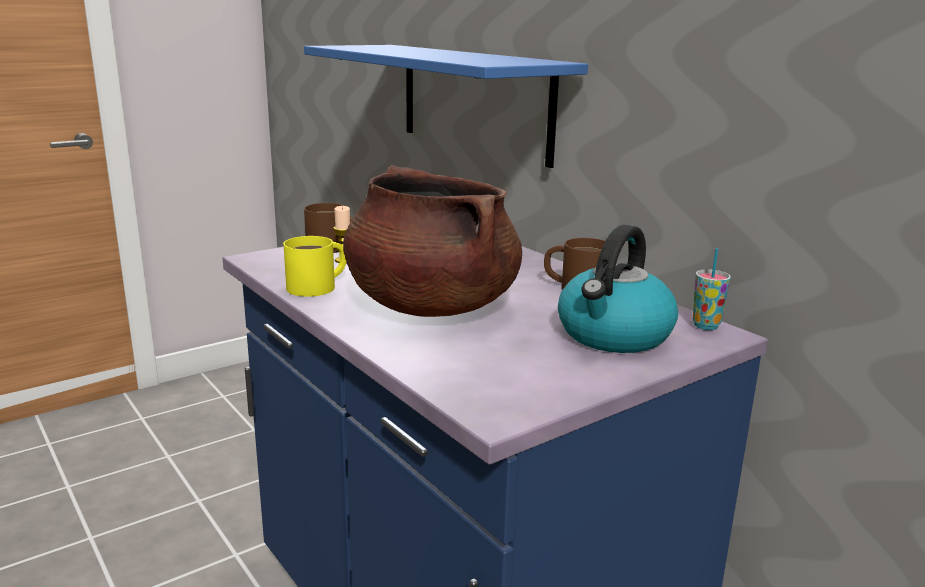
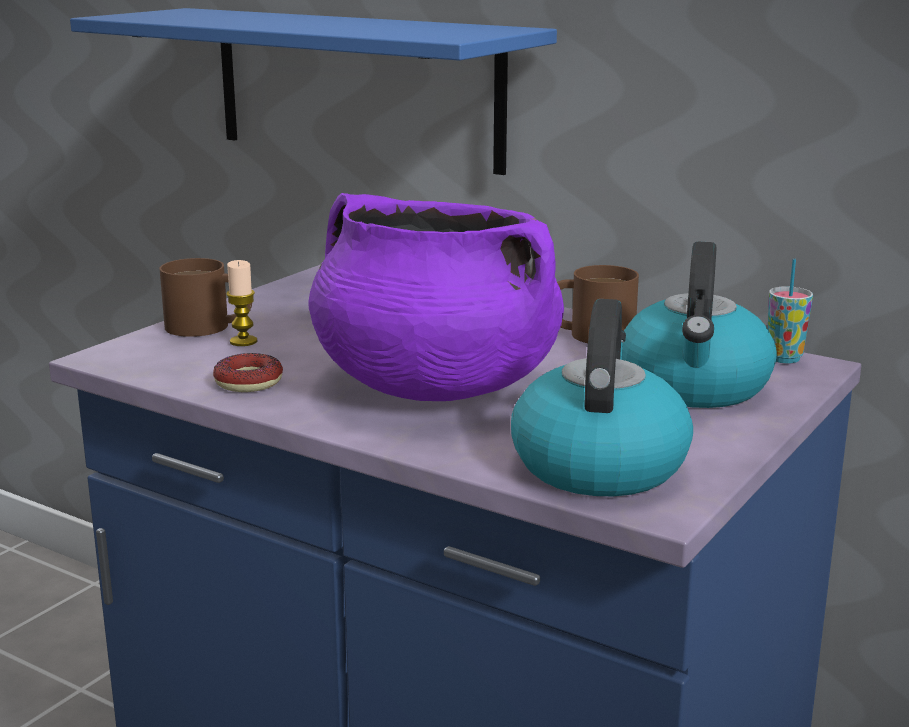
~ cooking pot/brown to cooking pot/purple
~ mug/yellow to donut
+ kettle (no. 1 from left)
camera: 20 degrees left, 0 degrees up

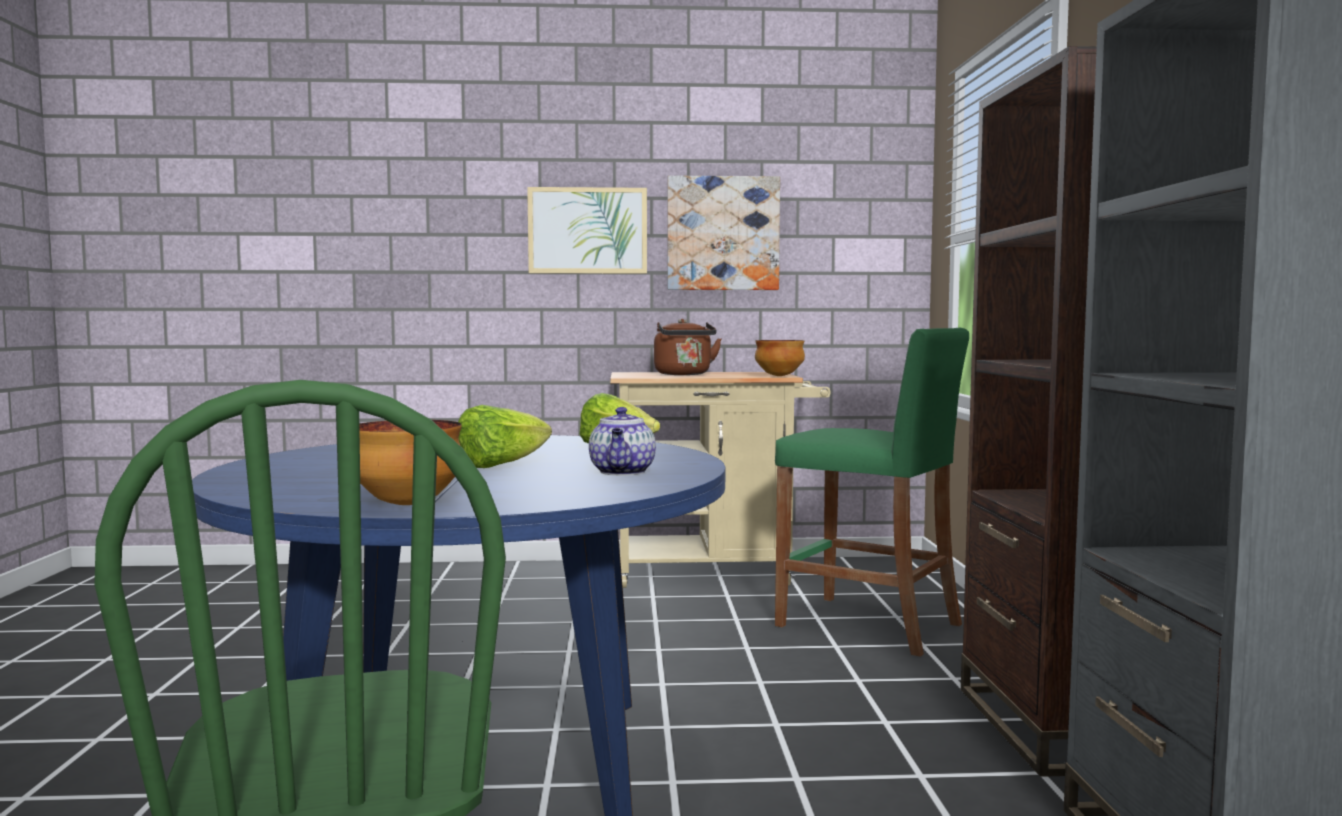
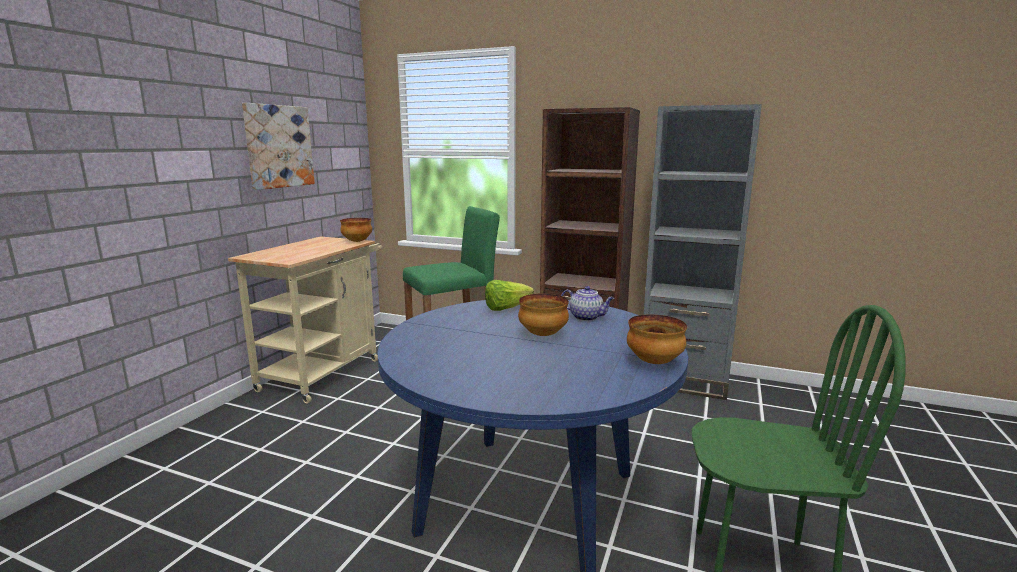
- picture (no. 1 from left)
- kettle/brown
~ lettuce (no. 1 from left) to bowl (no. 2 from left)
camera: 65 degrees left, 10 degrees up

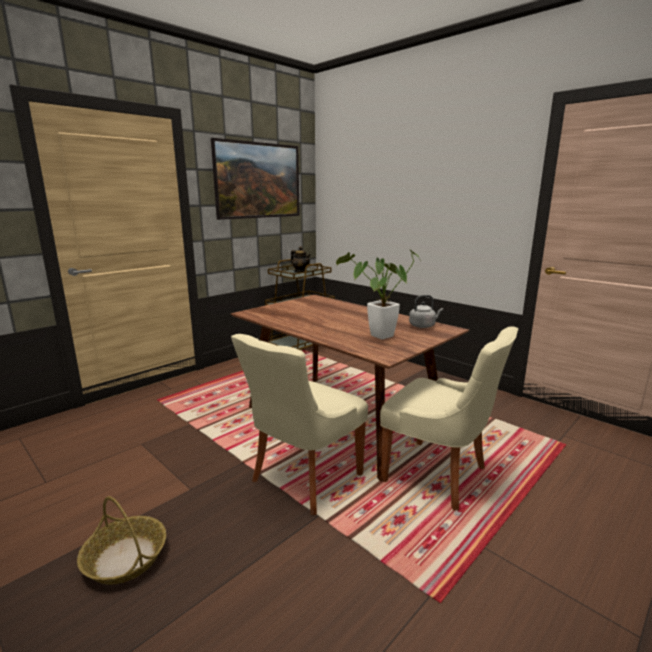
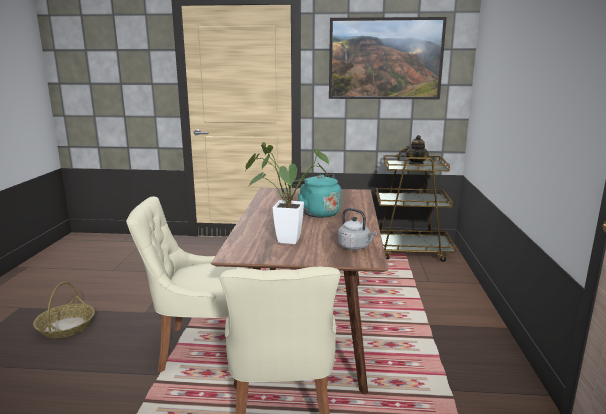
+ kettle/turquoise
camera: 50 degrees right, 0 degrees up

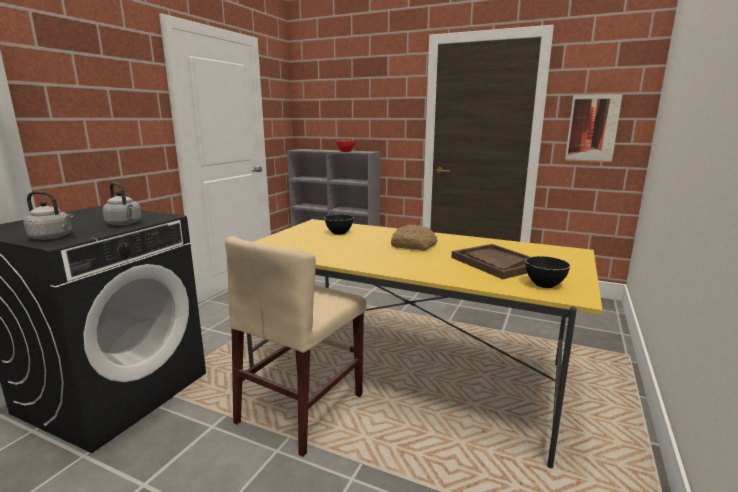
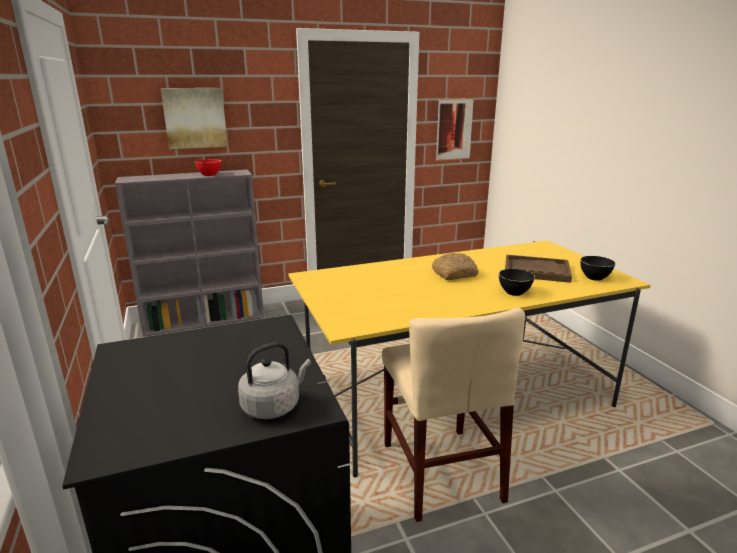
- kettle/grey (no. 2 from left)
~ bowl/black (no. 1 from left)
+ picture (no. 1 from left)
camera: 45 degrees left, 5 degrees up

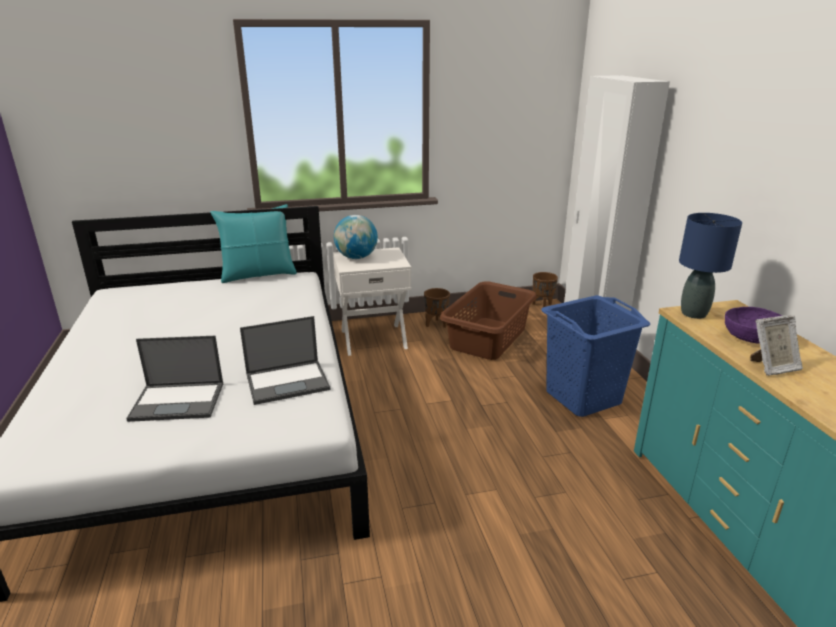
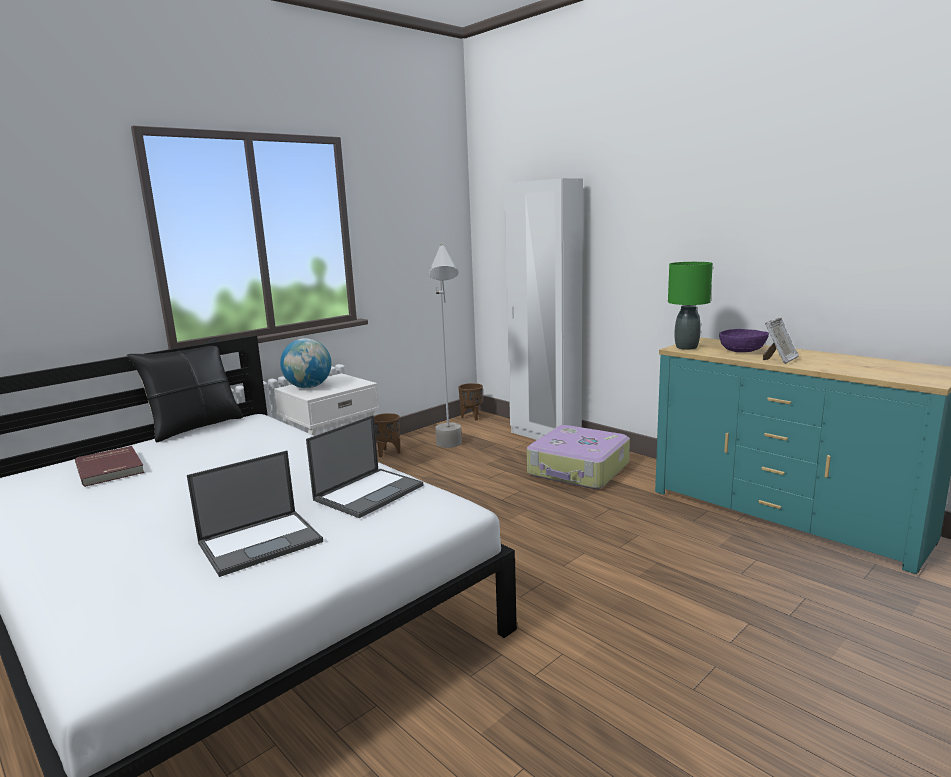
~ pillow/turquoise to pillow/black
~ table lamp/blue to table lamp/green
~ laundry basket/brown to floor lamp/grey
~ laundry basket/blue to suitcase
+ book/red
camera: 30 degrees left, 10 degrees down

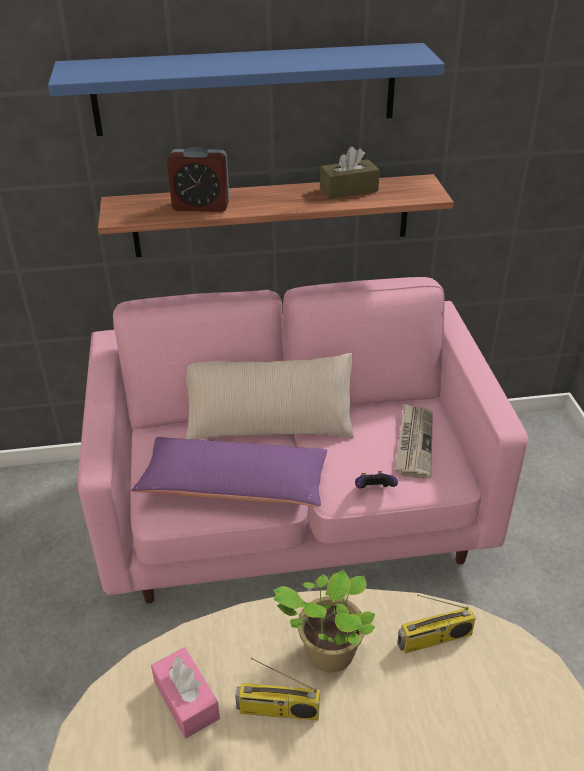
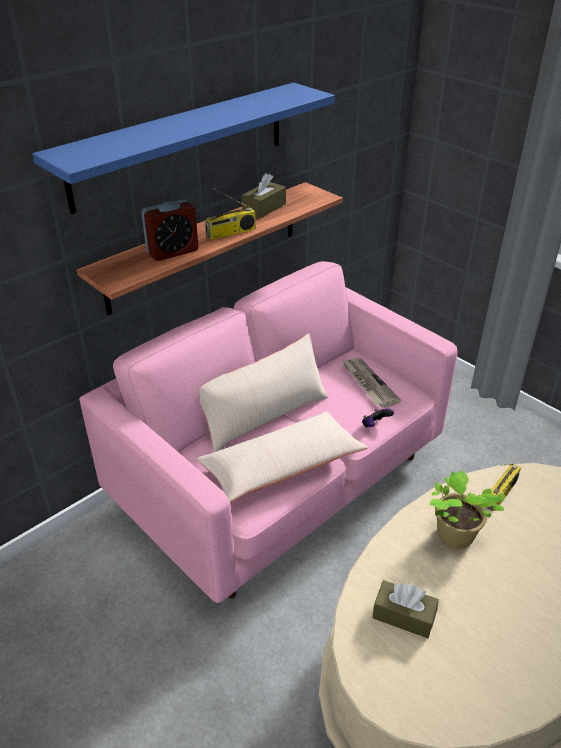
~ pillow/purple to pillow/beige (no. 2 from left)
~ tissue box/pink to tissue box/brown (no. 2 from left)
~ radio (no. 1 from left)
camera: 35 degrees left, 0 degrees up

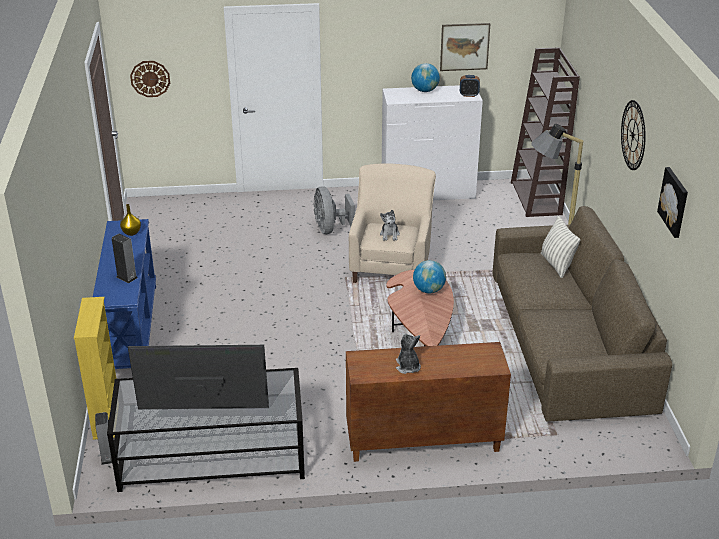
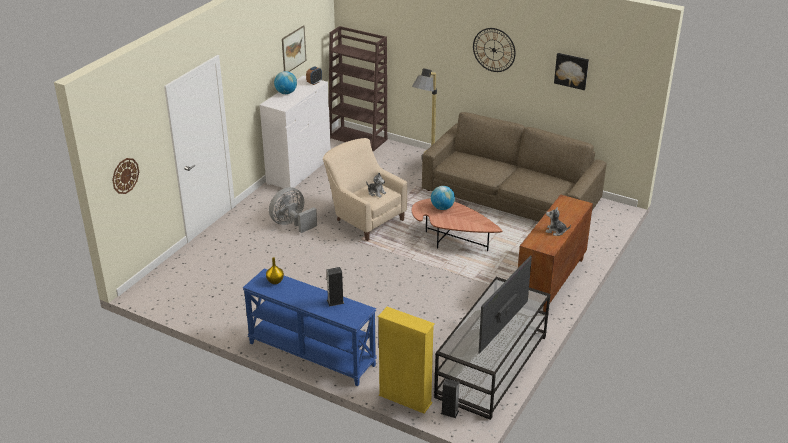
~ fan/grey 120 degrees clockwise
- pillow
camera: 55 degrees left, 0 degrees up

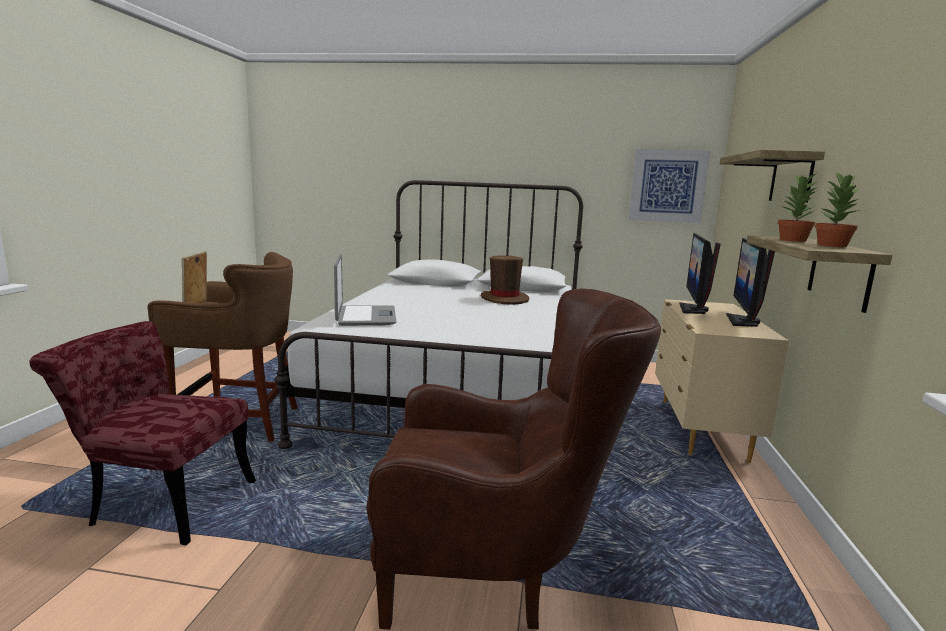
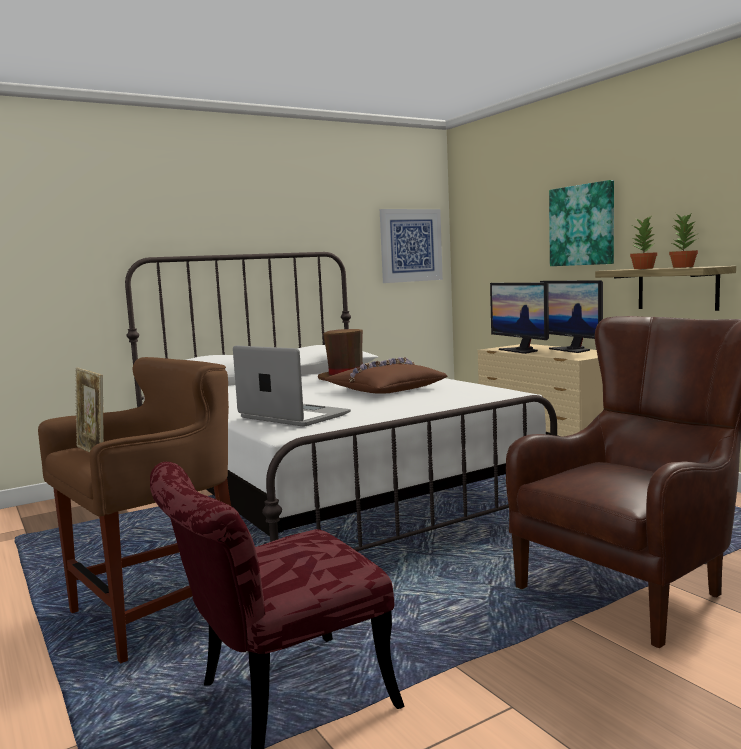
~ shelf (no. 1 from left) to picture (no. 2 from left)
+ pillow/brown
camera: 40 degrees left, 5 degrees down

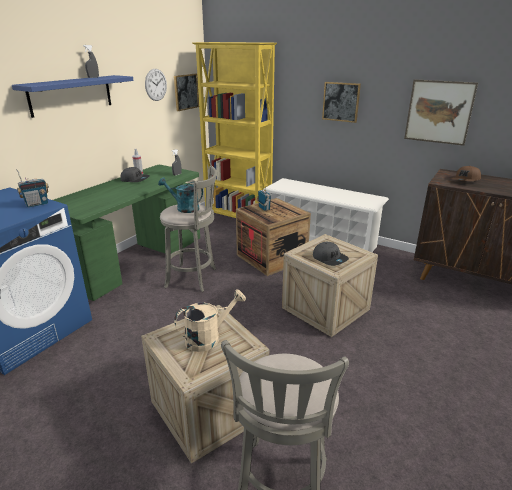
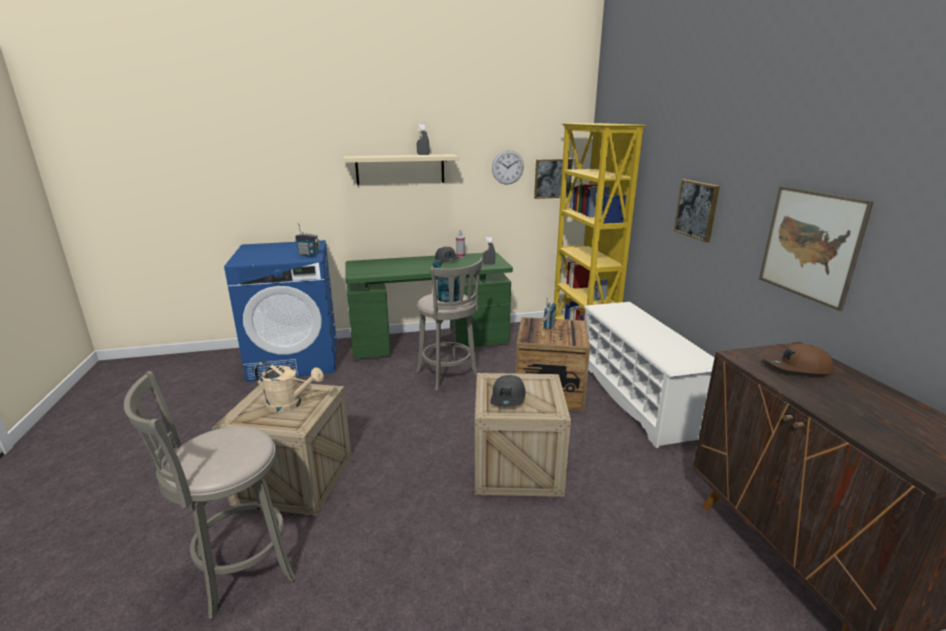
~ shelf/blue to shelf/beige
camera: 45 degrees right, 5 degrees down

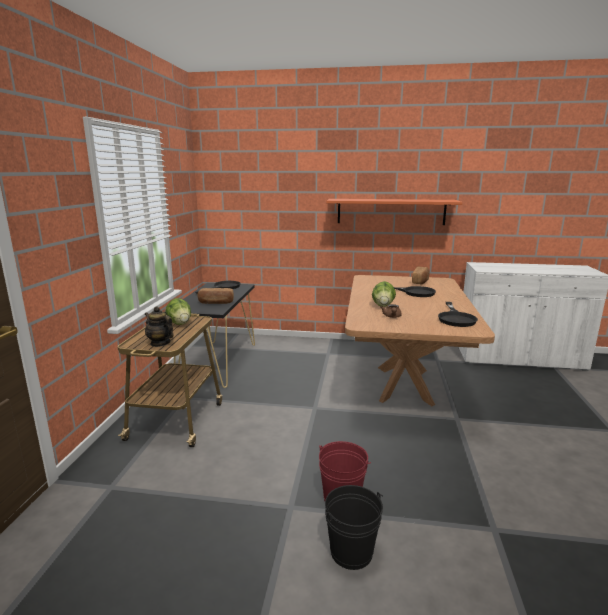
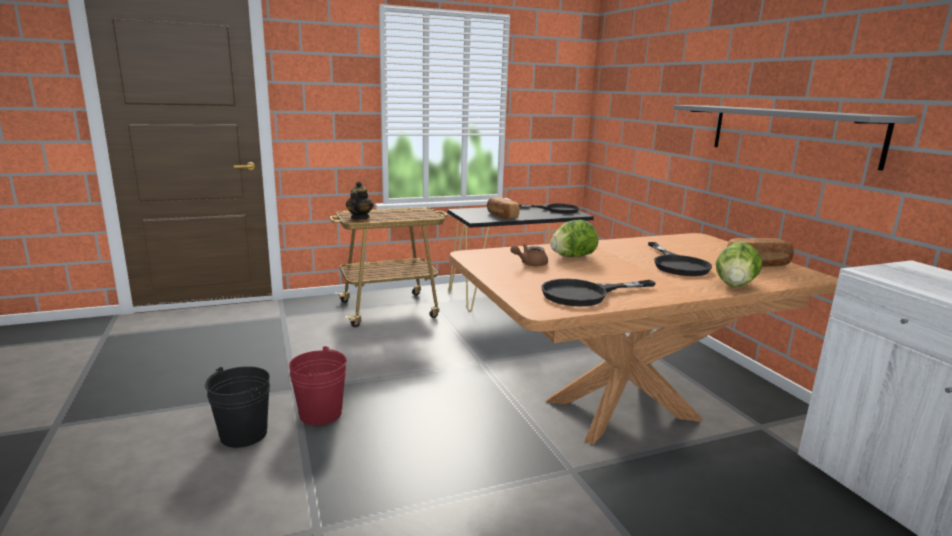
~ shelf/orange to shelf/grey
~ lettuce (no. 1 from left in the first image) to lettuce (no. 2 from left)
camera: 60 degrees right, 0 degrees up

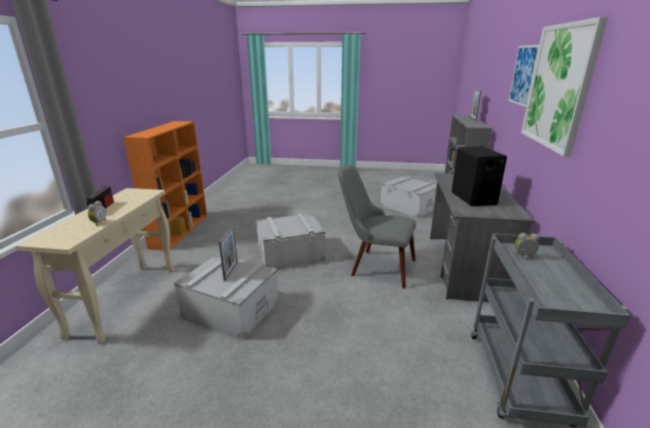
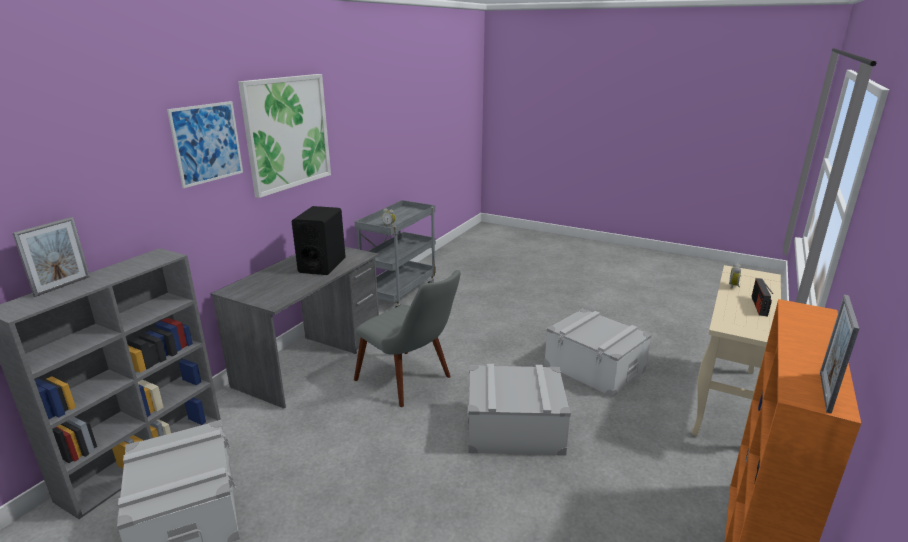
~ picture frame (no. 1 from left in the first image) to picture frame (no. 2 from left)
camera: 160 degrees left, 0 degrees up

